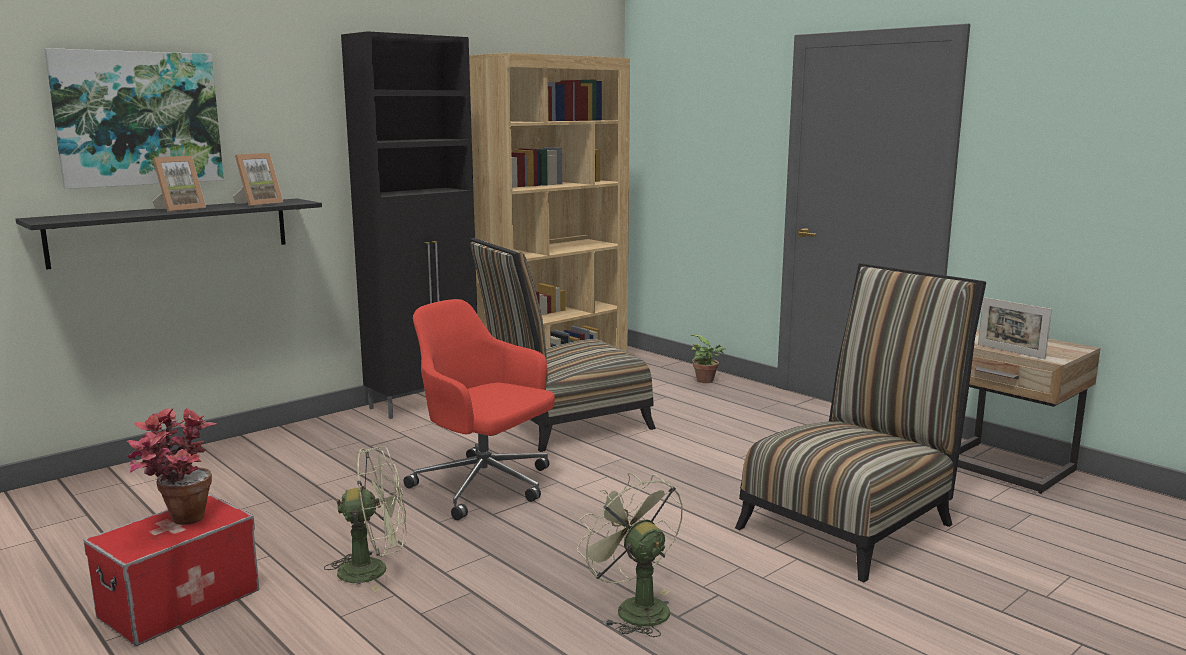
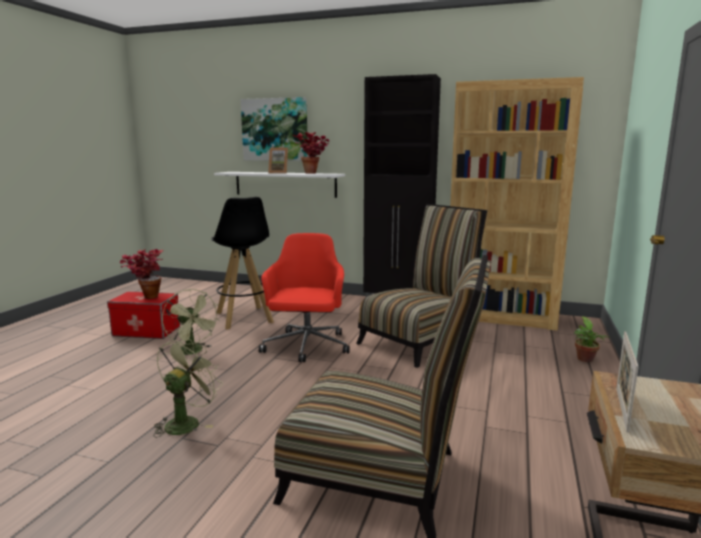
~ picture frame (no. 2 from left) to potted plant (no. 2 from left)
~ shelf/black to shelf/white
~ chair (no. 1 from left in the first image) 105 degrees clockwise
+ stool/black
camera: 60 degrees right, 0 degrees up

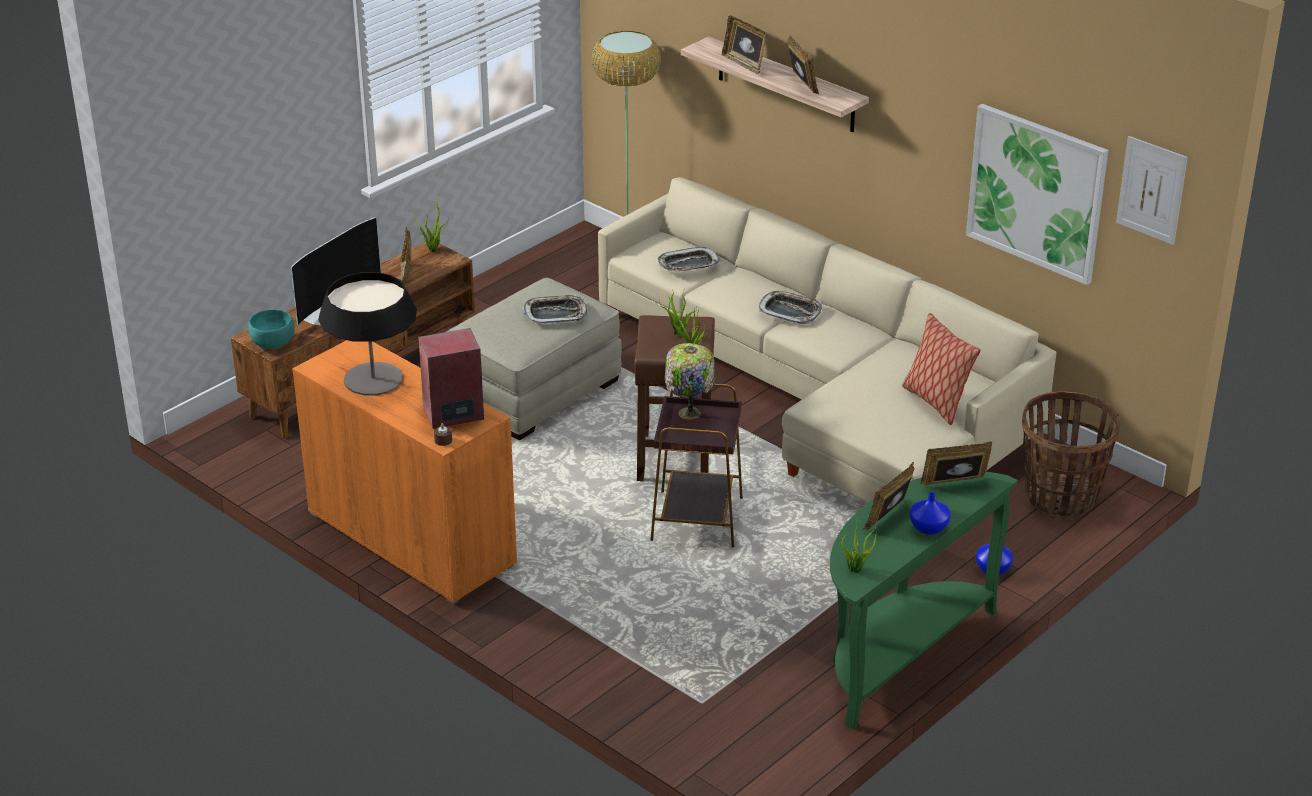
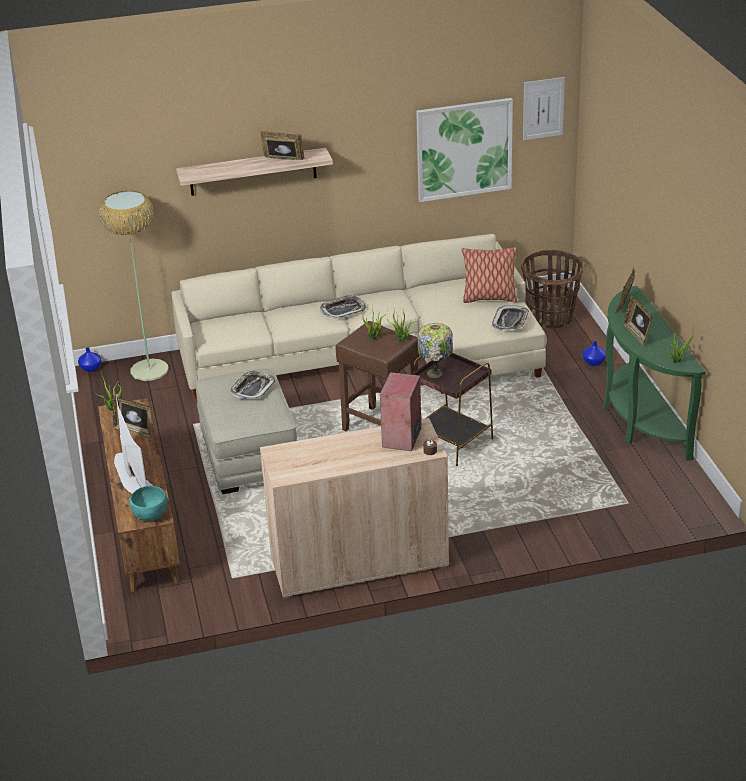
- picture frame (no. 2 from left)
~ tray (no. 2 from left in the first image) to tray (no. 3 from left)
- table lamp (no. 1 from left)
~ cabinet/orange to cabinet/beige
~ vase/blue (no. 1 from left)
camera: 55 degrees left, 0 degrees up

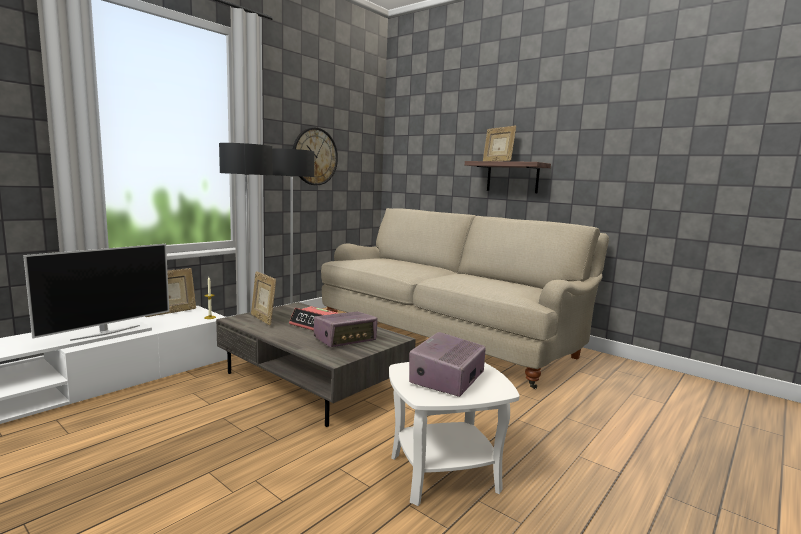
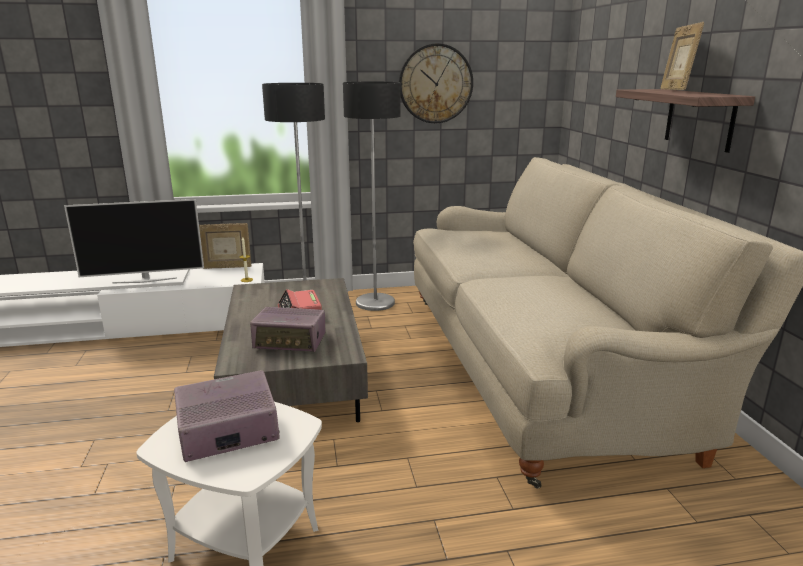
- picture frame (no. 2 from left)
camera: 40 degrees right, 10 degrees up

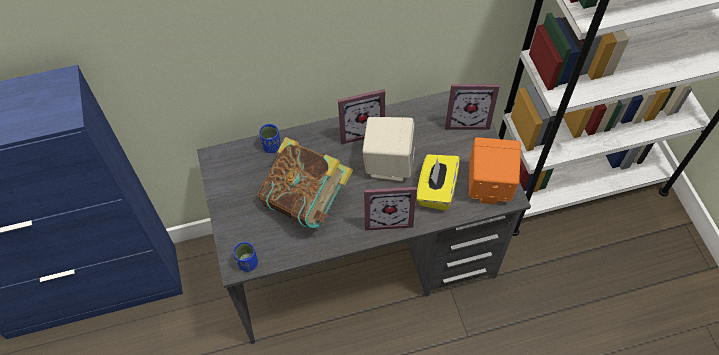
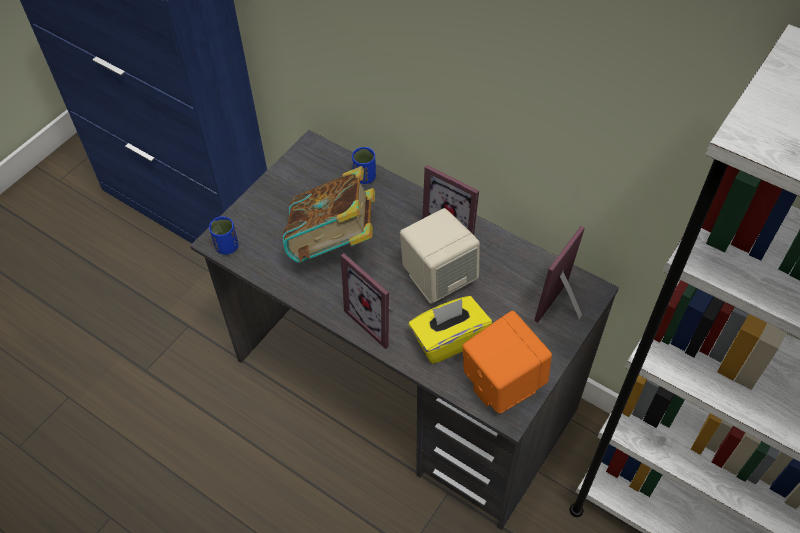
~ picture frame (no. 3 from left) 75 degrees clockwise
camera: 50 degrees right, 5 degrees down

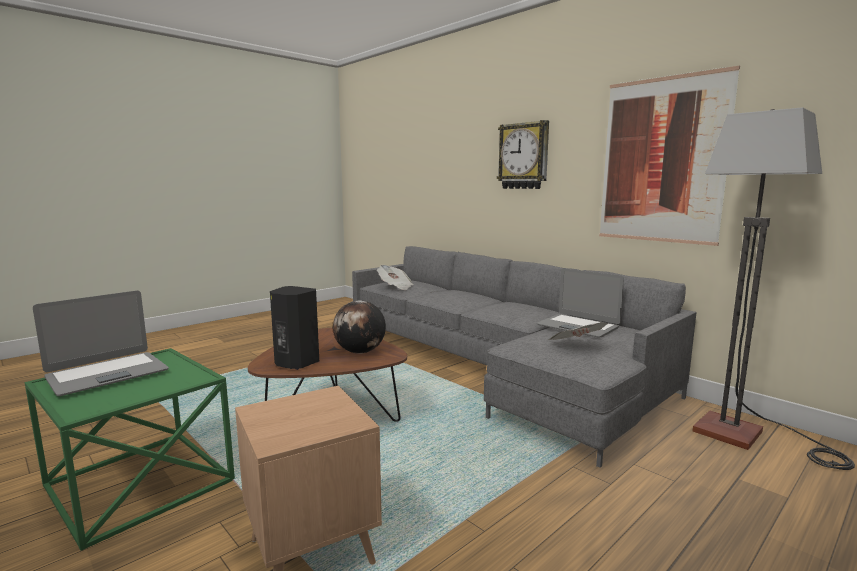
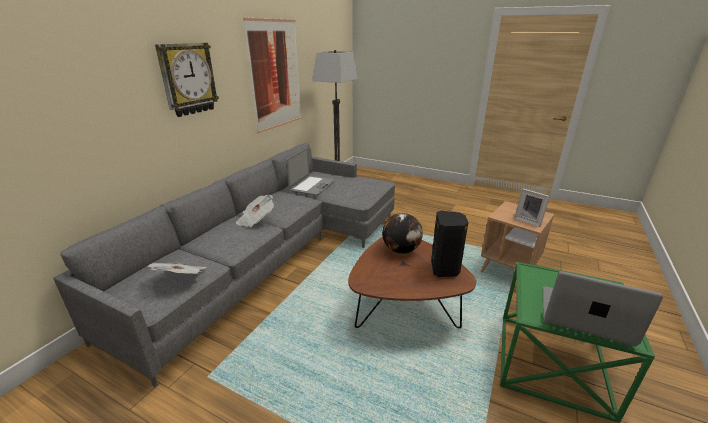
~ newspaper (no. 2 from left)
+ picture frame
camera: 110 degrees left, 15 degrees up

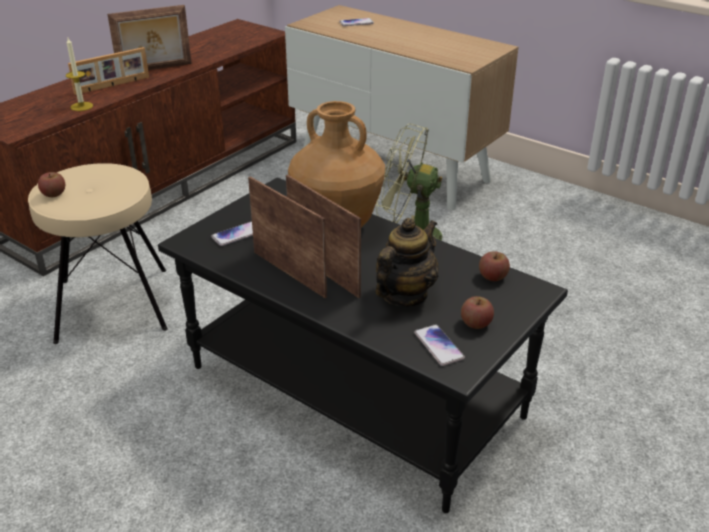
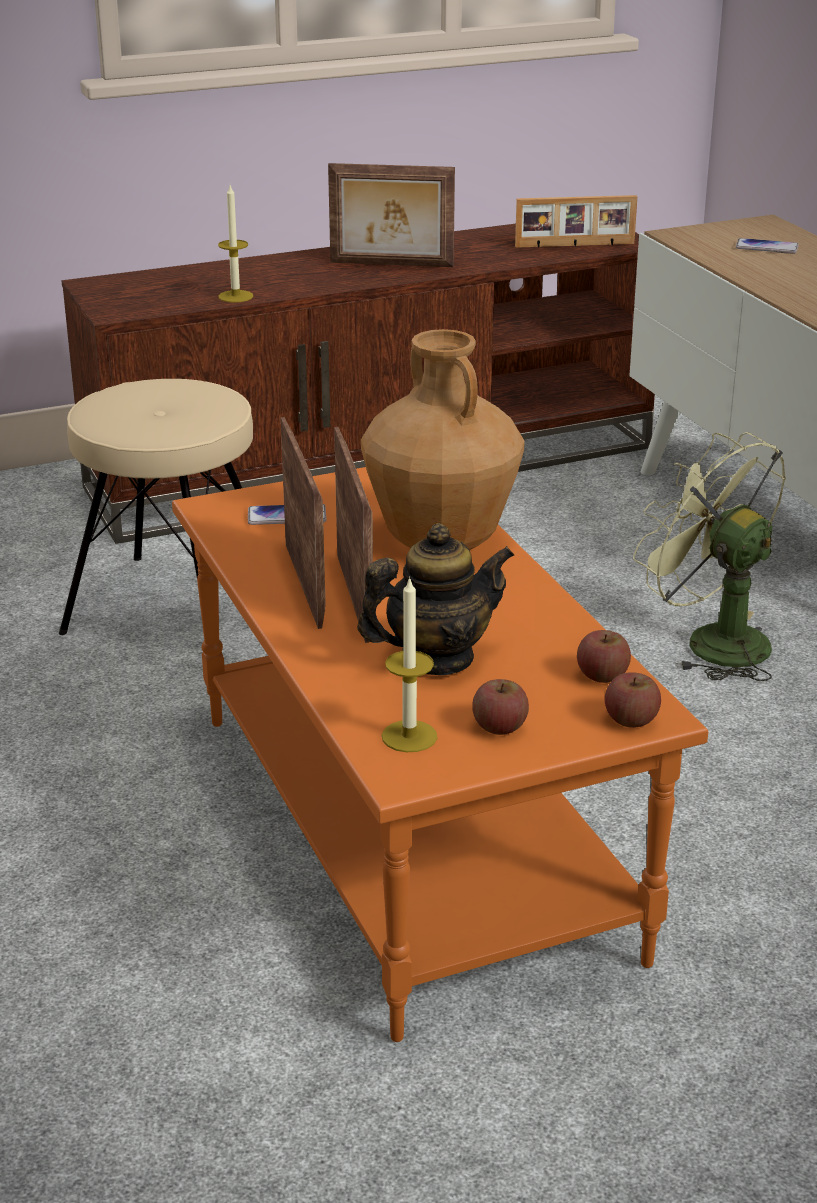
~ picture frame (no. 1 from left in the first image) to picture frame (no. 4 from left)
~ apple (no. 1 from left in the first image) to apple (no. 3 from left)
~ coffee table/black to coffee table/orange
~ phone (no. 3 from left) to candle (no. 2 from left)
camera: 30 degrees right, 5 degrees down

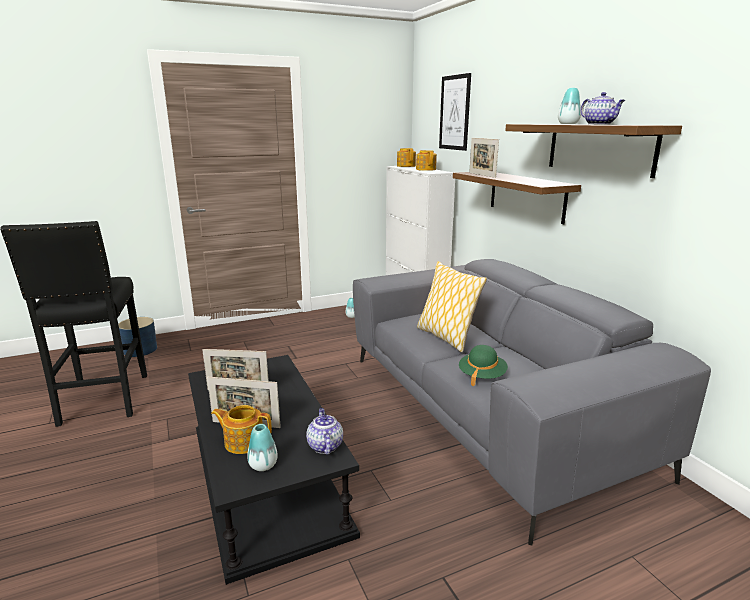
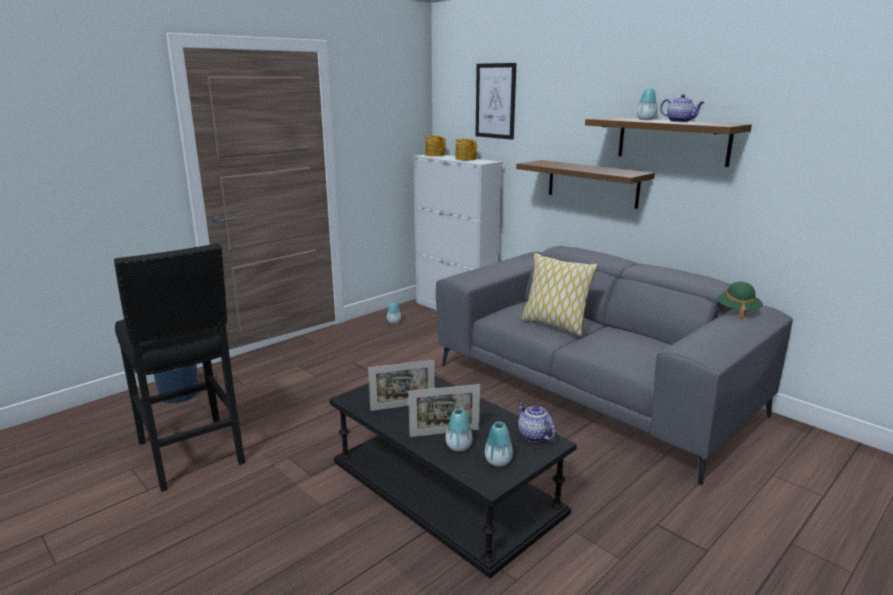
- picture frame (no. 3 from left)
~ hat/green
~ teapot (no. 1 from left) to vase (no. 2 from left)
camera: 20 degrees left, 0 degrees up

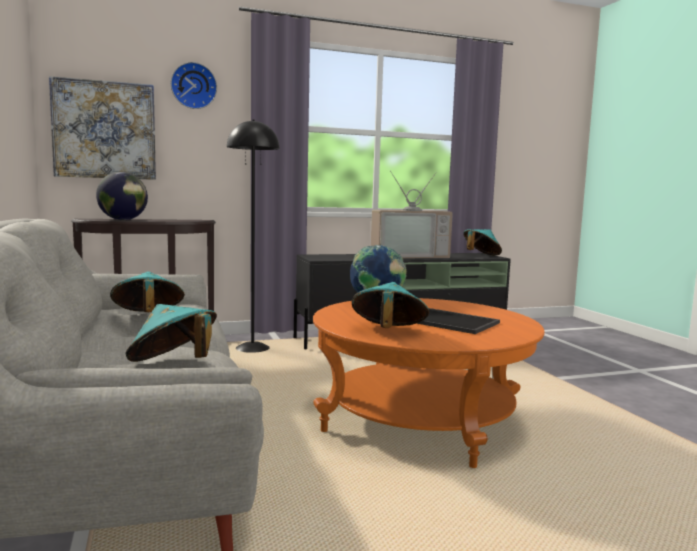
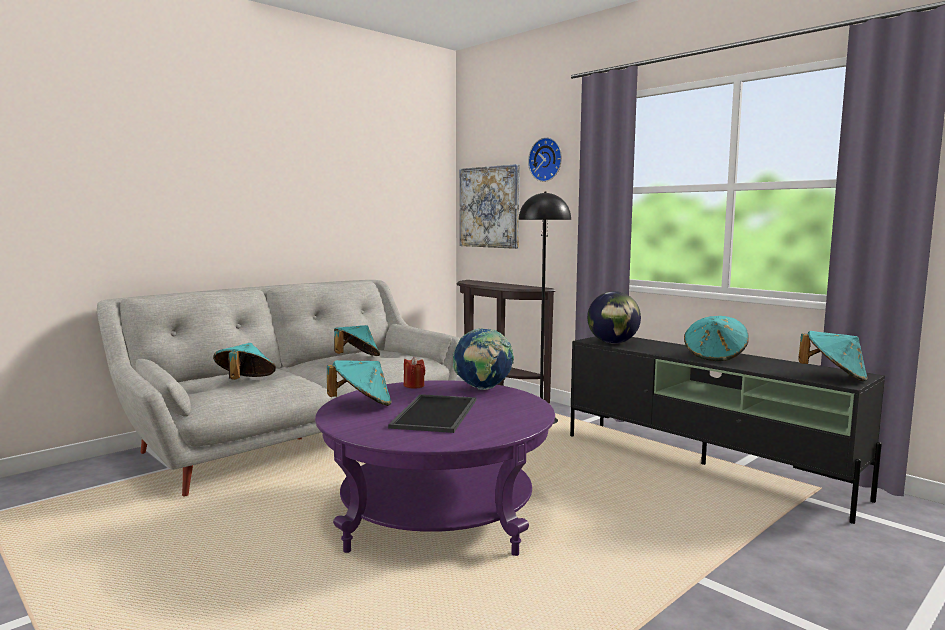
~ television to hat/turquoise (no. 4 from left)
~ globe (no. 1 from left in the first image) to globe (no. 2 from left)
~ coffee table/orange to coffee table/purple
+ candle/red
camera: 65 degrees right, 0 degrees up

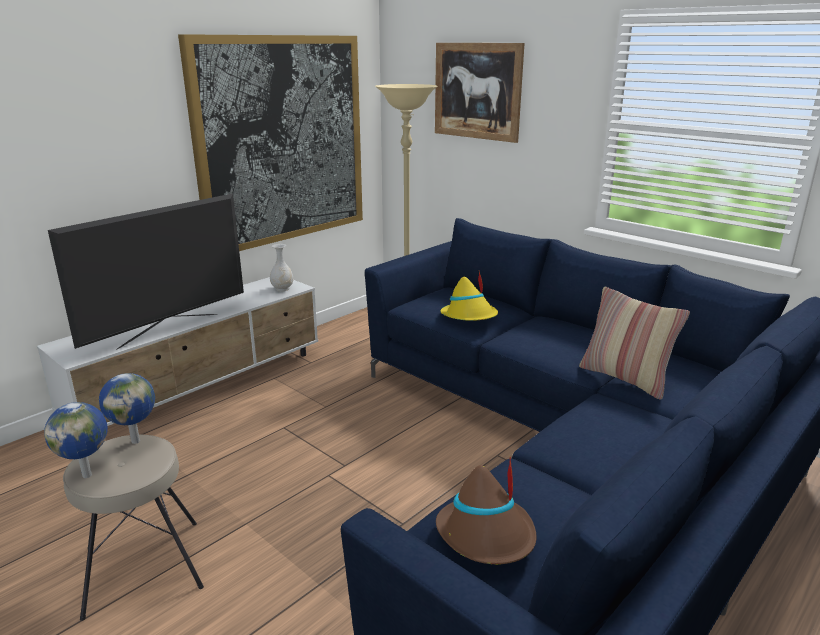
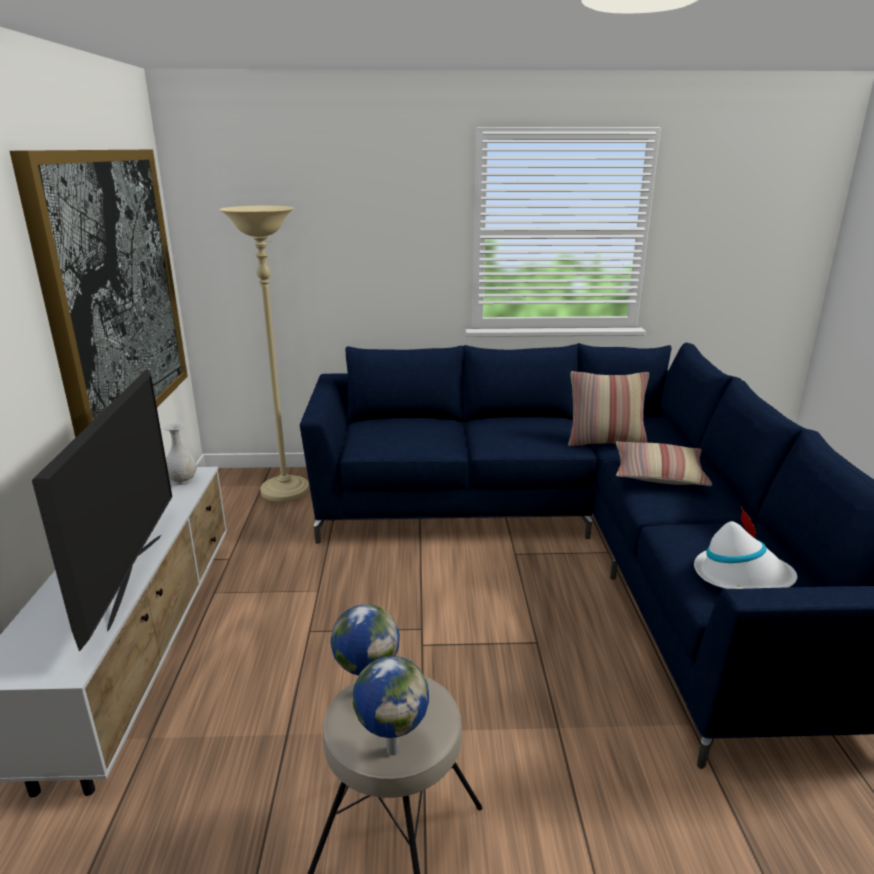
- picture (no. 2 from left)
- hat/yellow
~ hat/brown to hat/white
+ pillow (no. 2 from left)
camera: 45 degrees left, 0 degrees up

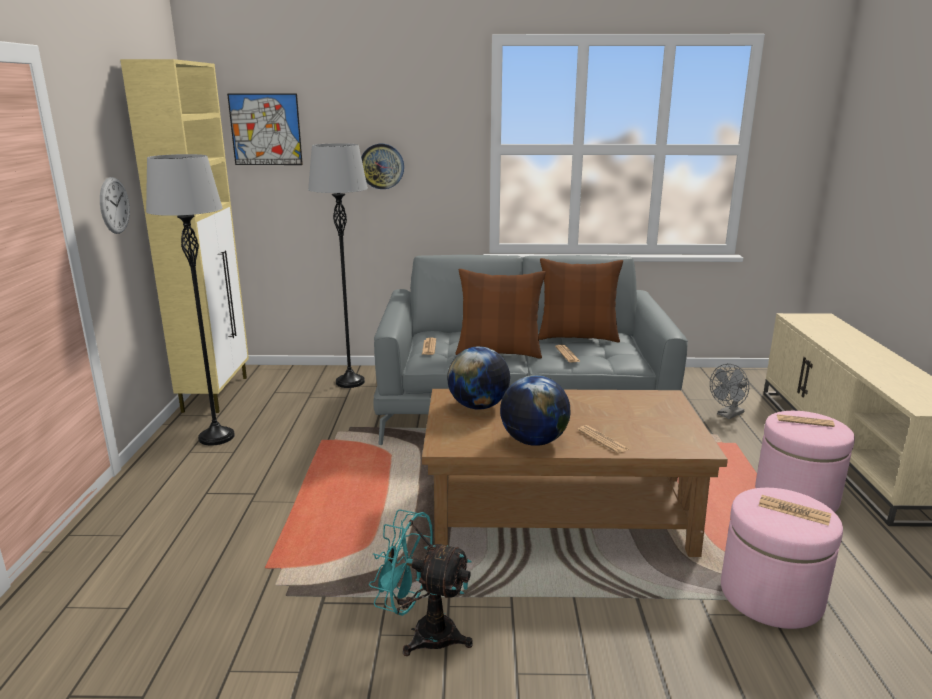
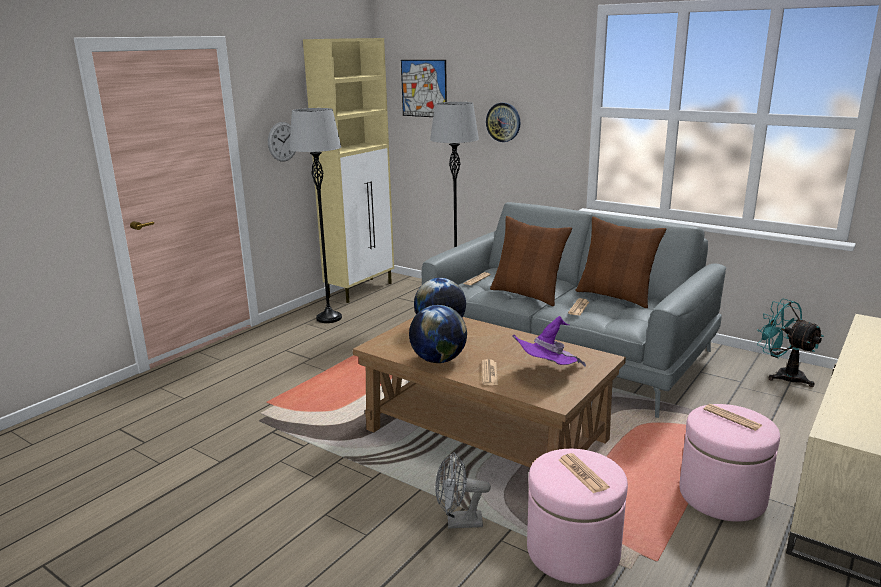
~ fan/grey
~ fan/turquoise
+ hat/purple
camera: 35 degrees right, 0 degrees up

